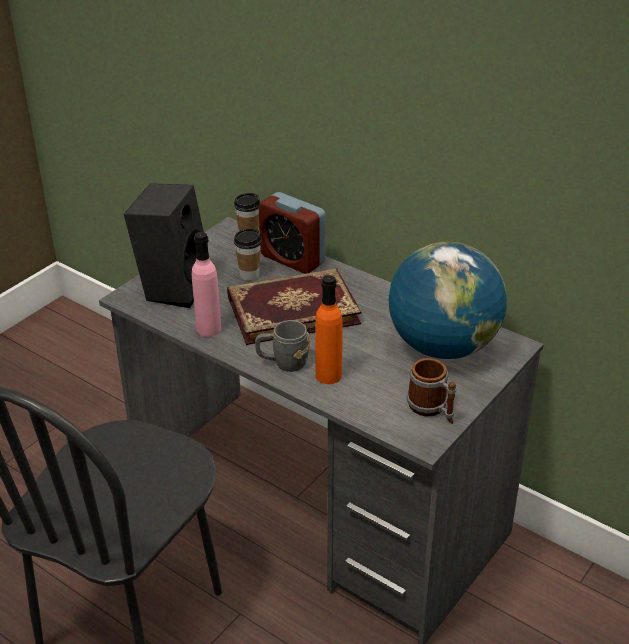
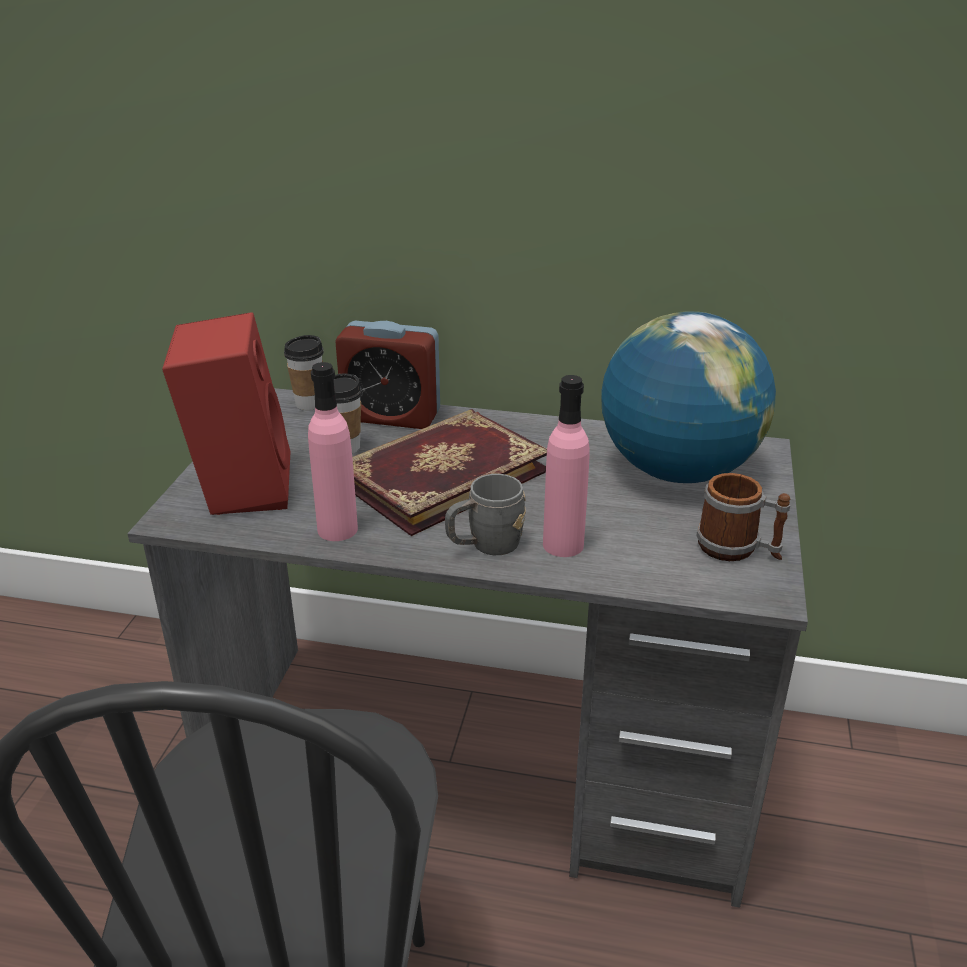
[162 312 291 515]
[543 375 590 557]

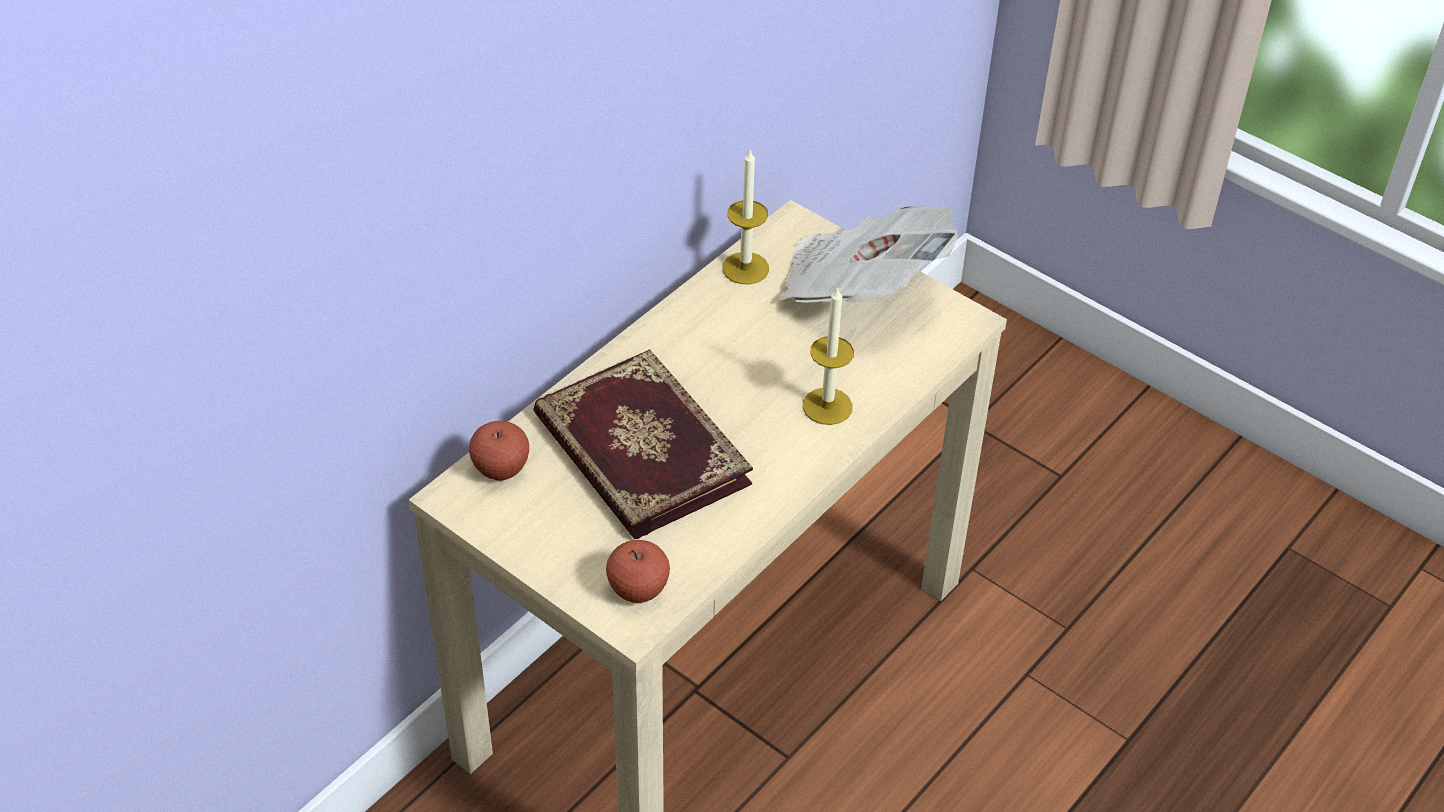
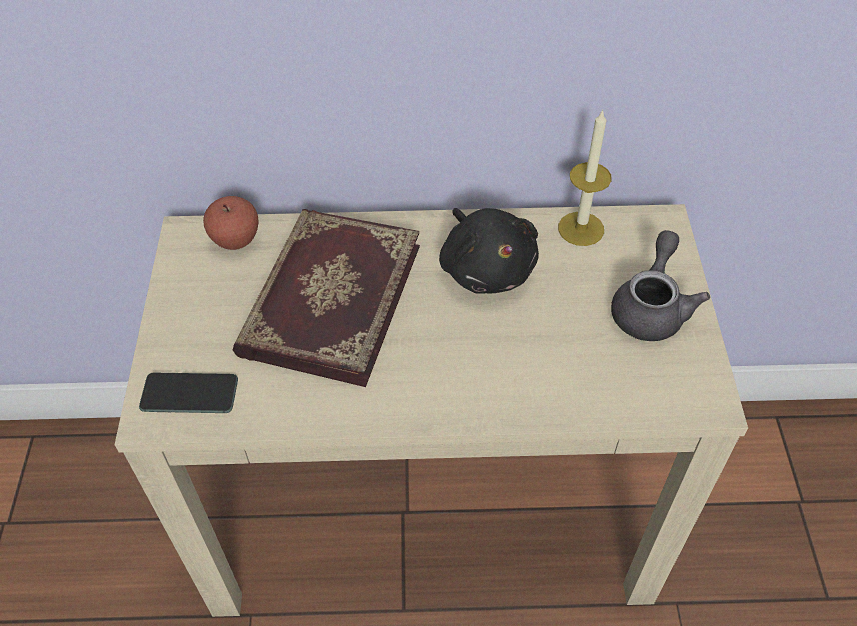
[139 373 238 413]
[611 230 710 341]
[802 286 854 425] (first image)
[439 208 539 294]

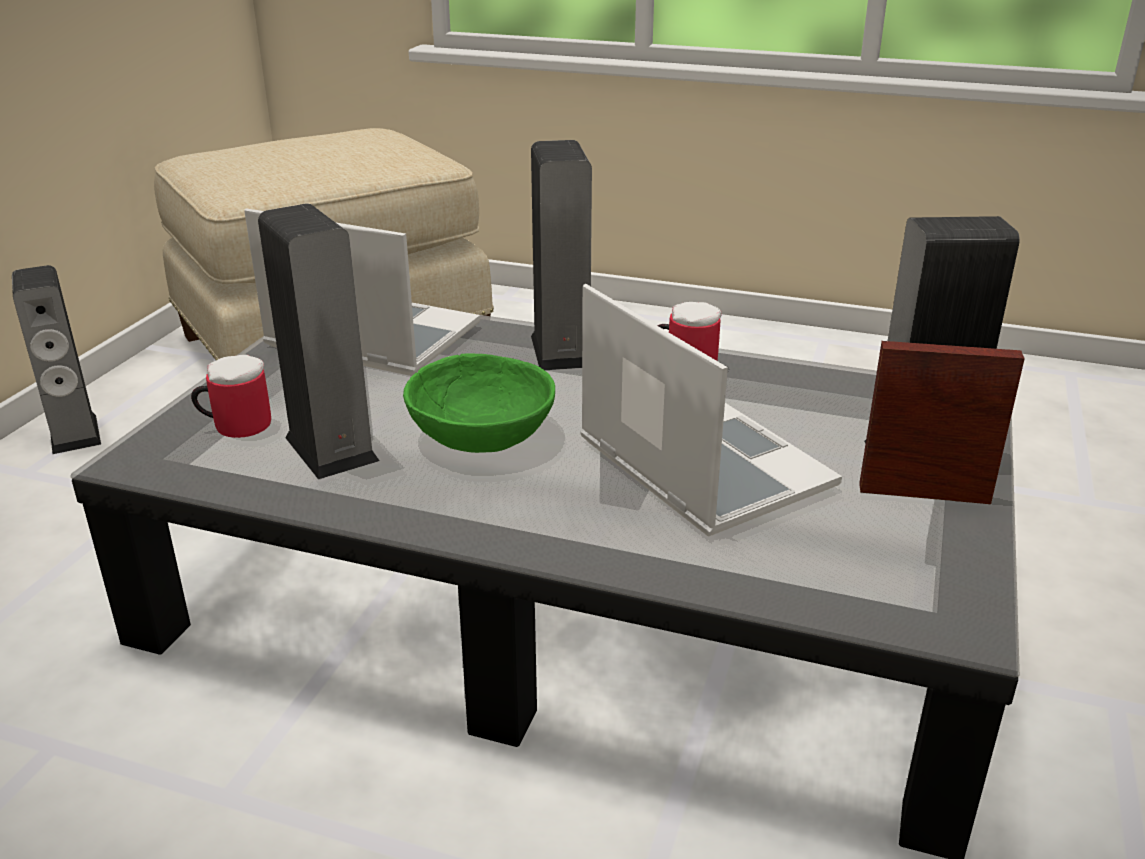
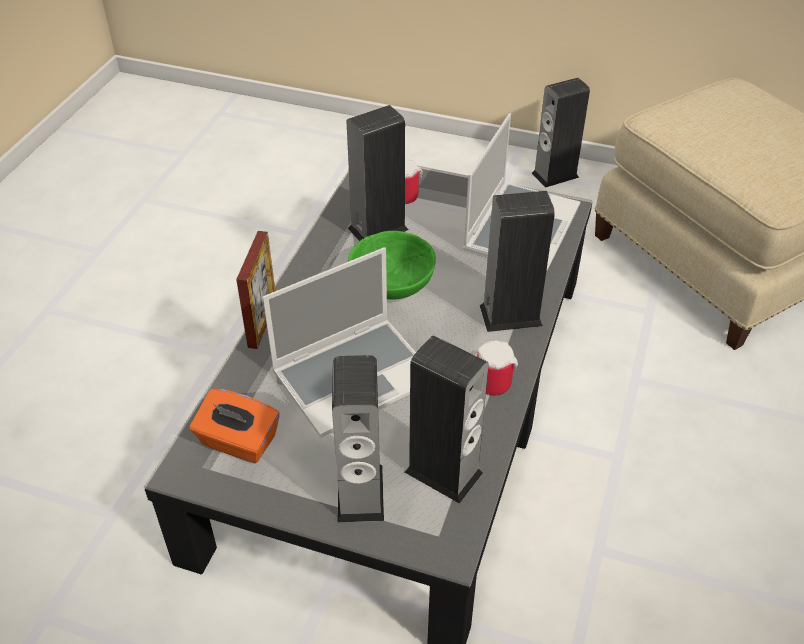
[236 231 275 349]
[190 389 280 463]
[405 335 489 504]

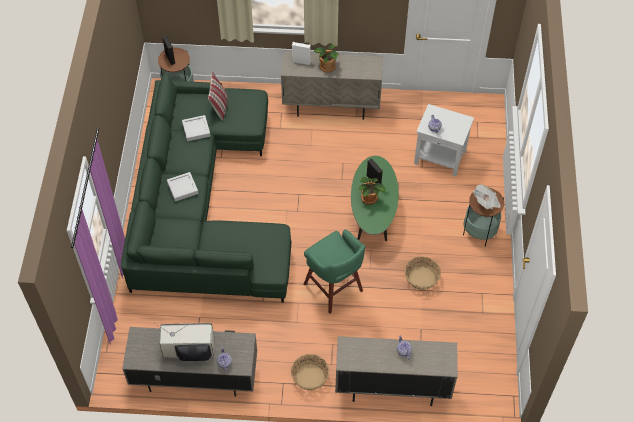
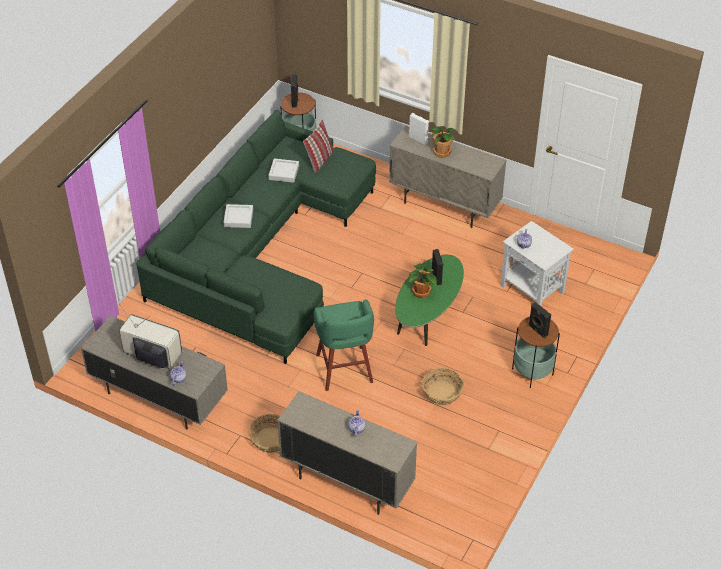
[528 302 551 338]

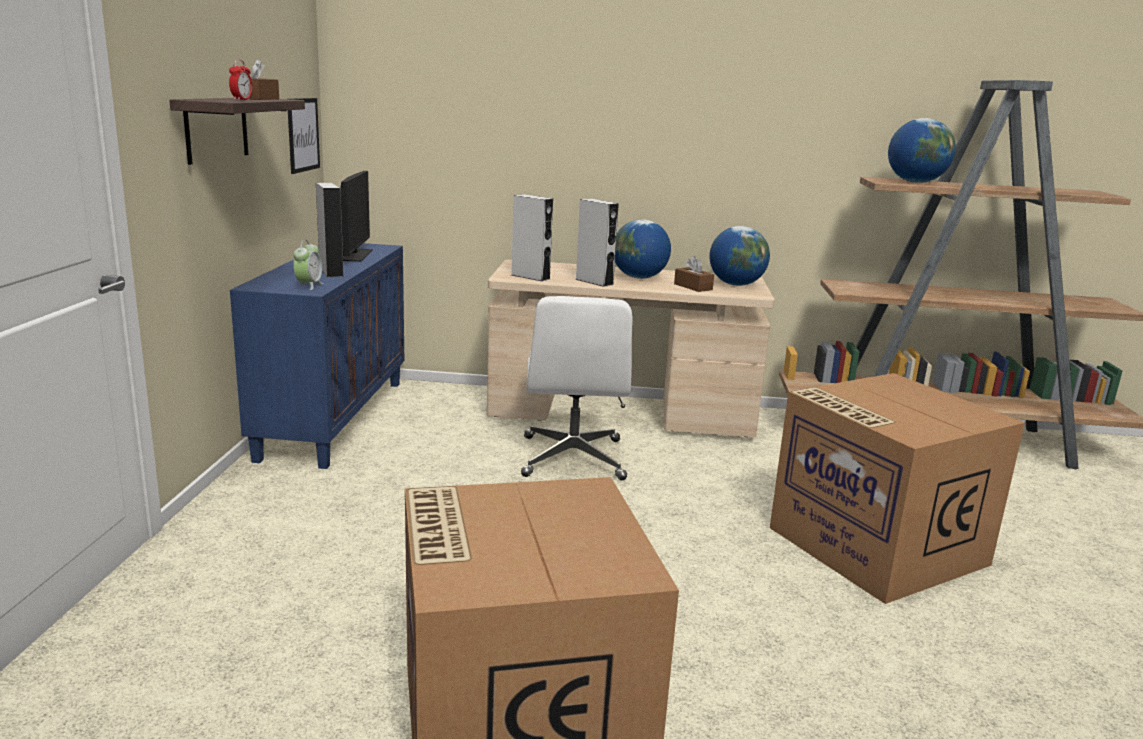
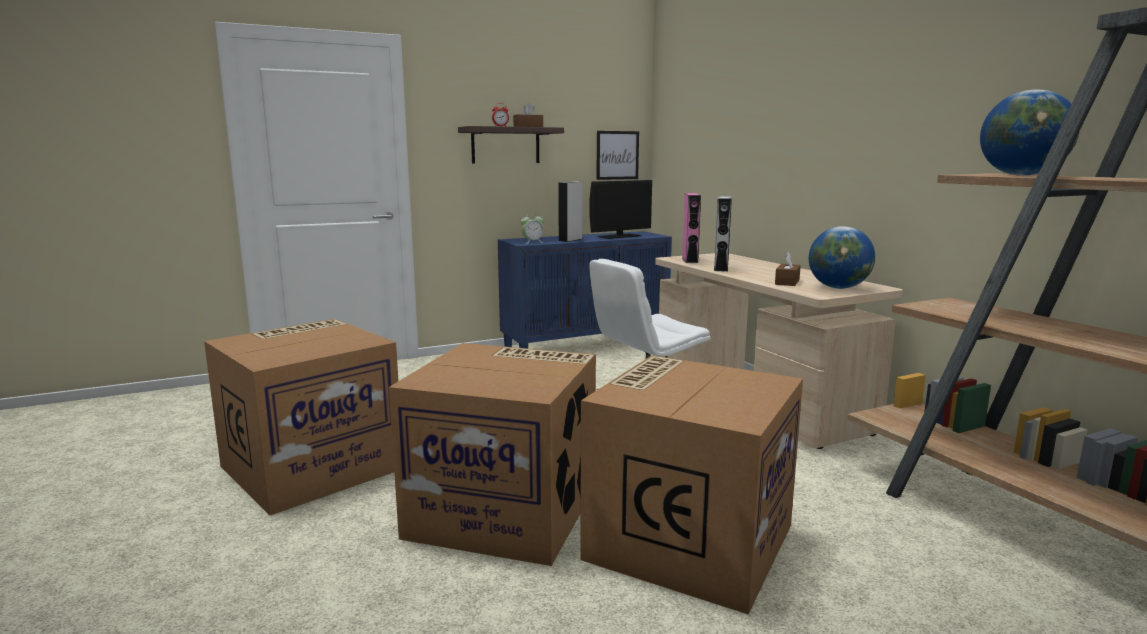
[682 193 701 263]
[615 219 671 279] (first image)
[389 343 596 566]

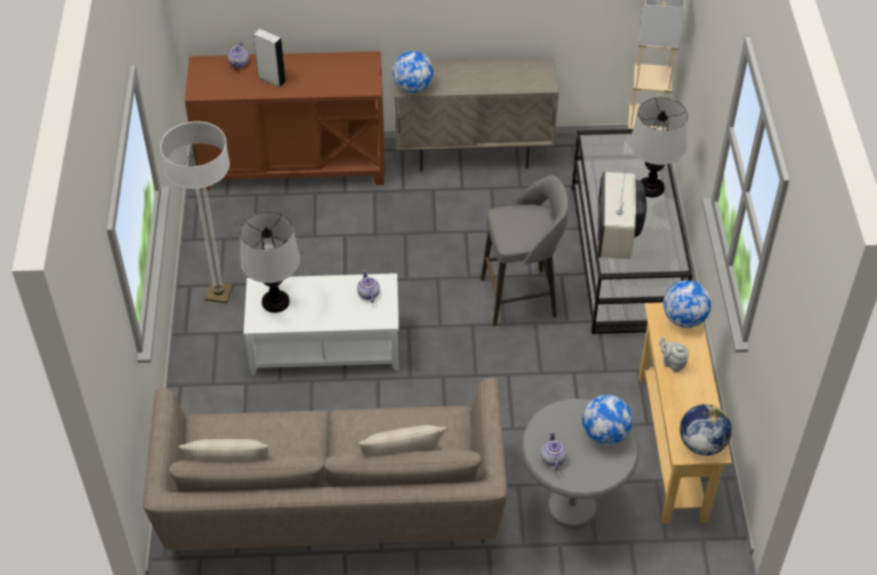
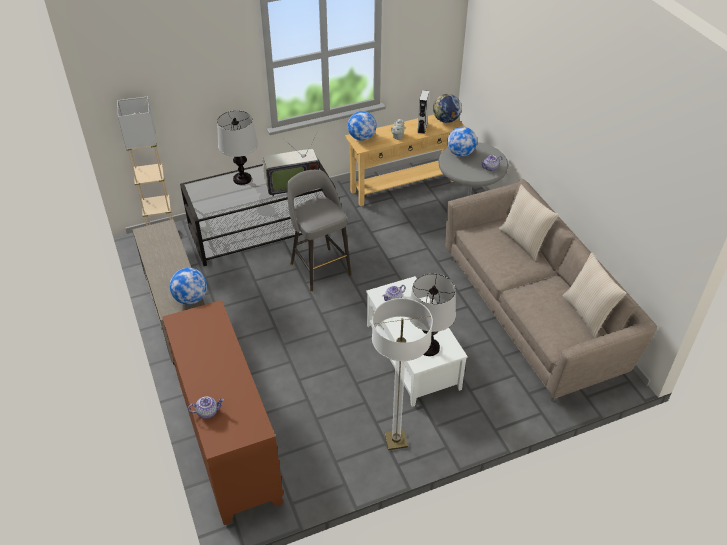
[417 90 429 134]

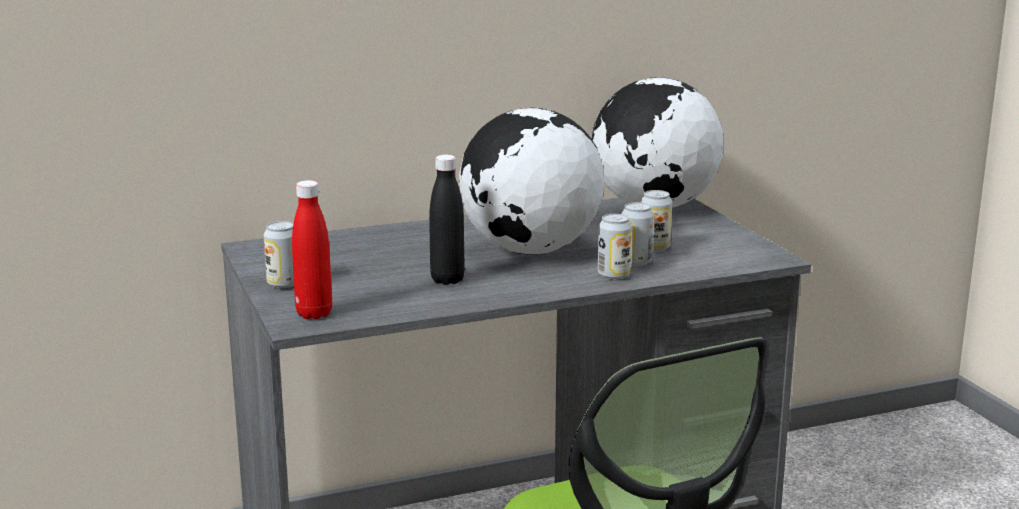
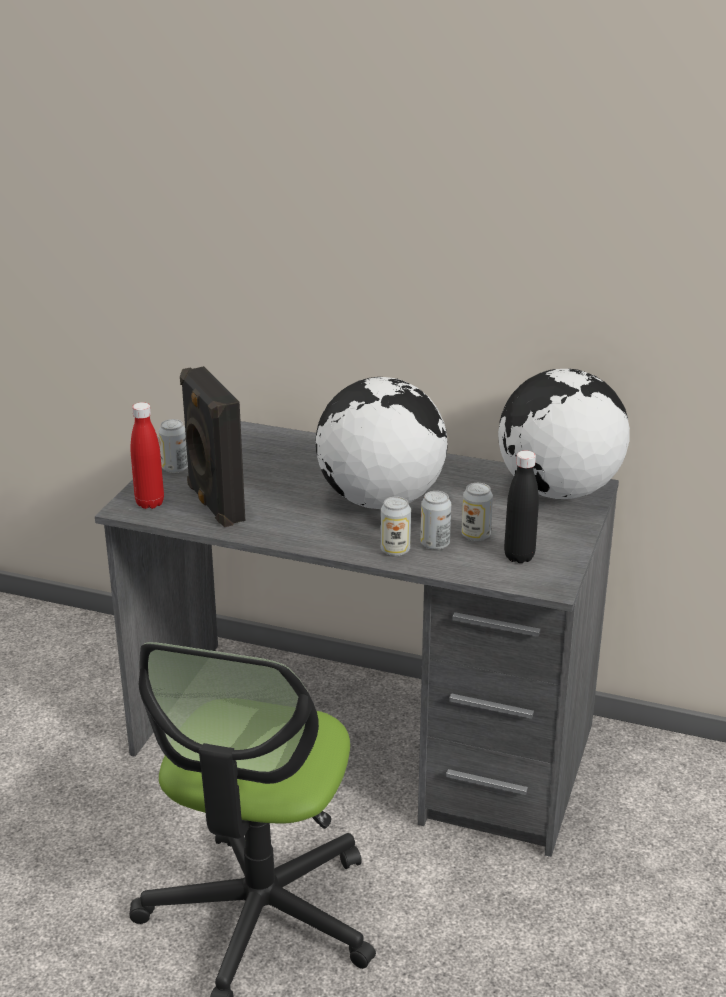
[504 450 539 563]
[180 366 245 527]

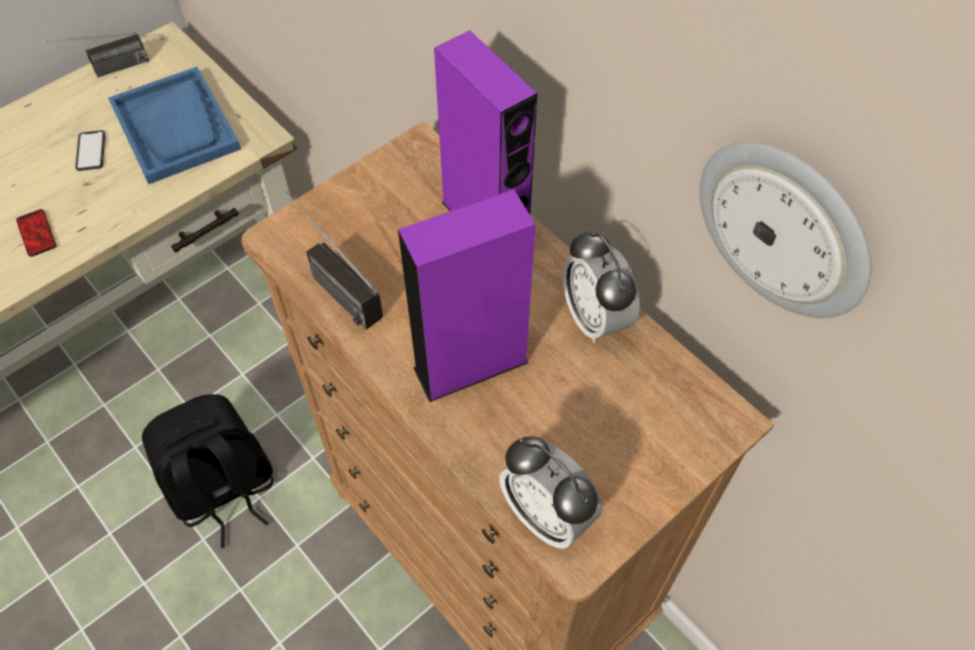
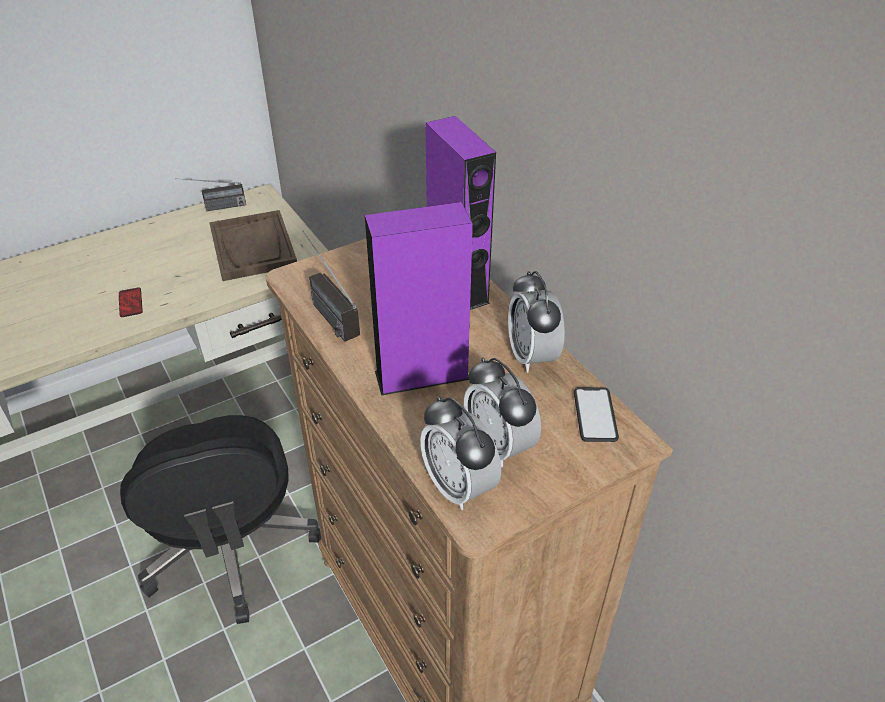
[574 387 619 442]
[209 210 297 281]
[120 415 321 624]
[700 142 871 318] (first image)
[464 357 541 468]

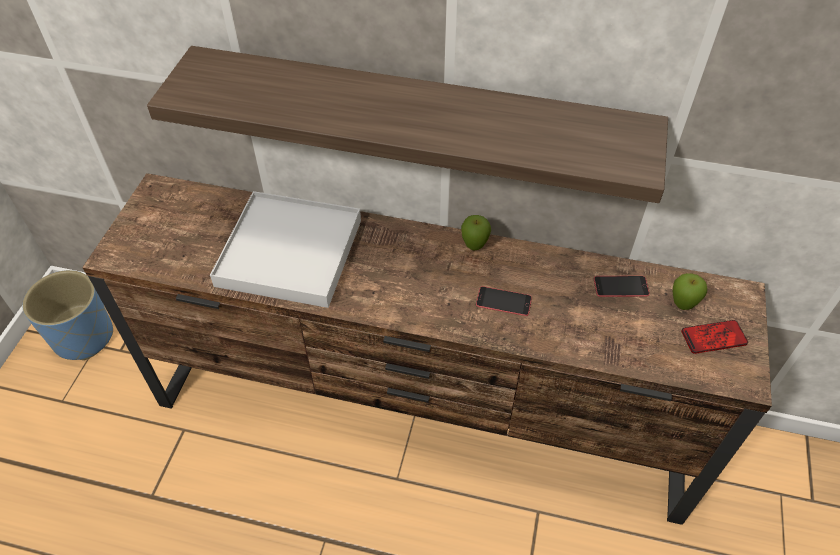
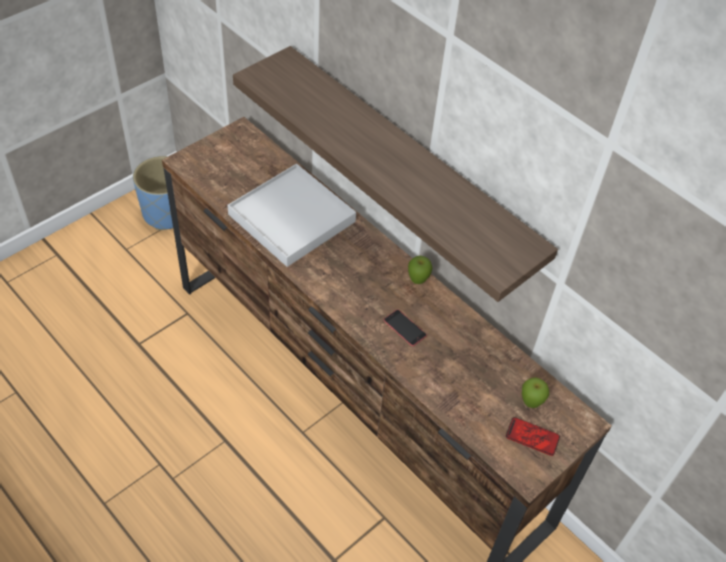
[594 276 650 297] (first image)

